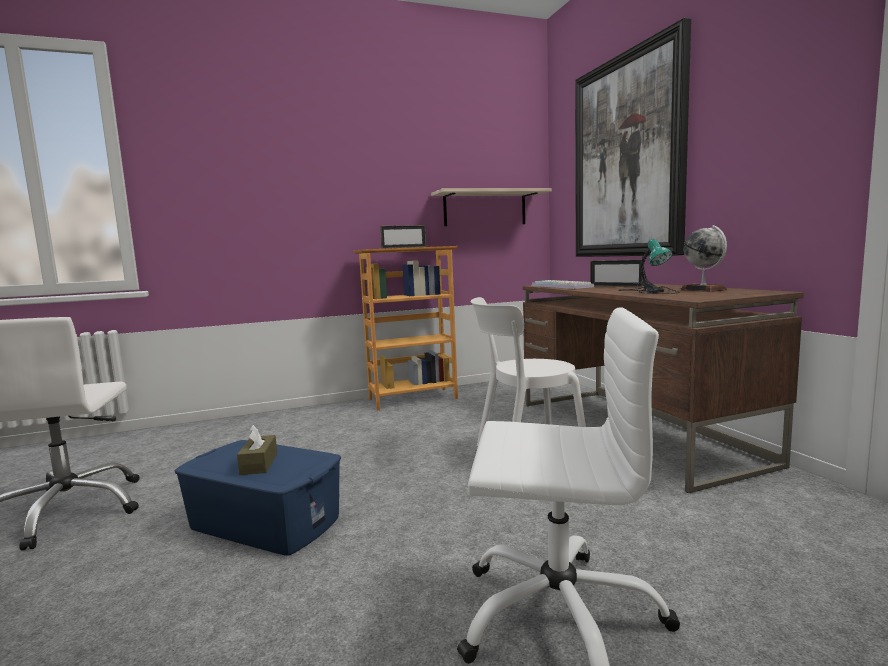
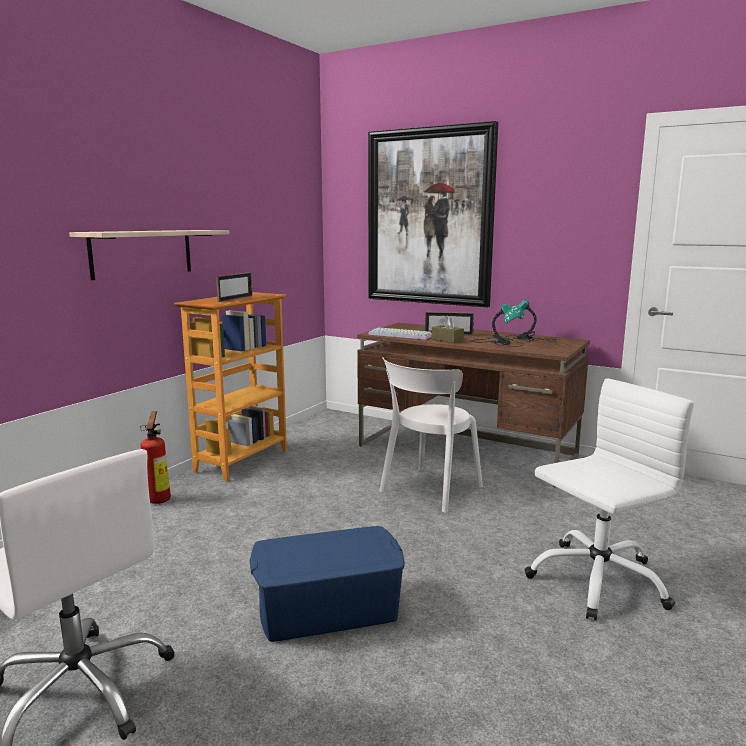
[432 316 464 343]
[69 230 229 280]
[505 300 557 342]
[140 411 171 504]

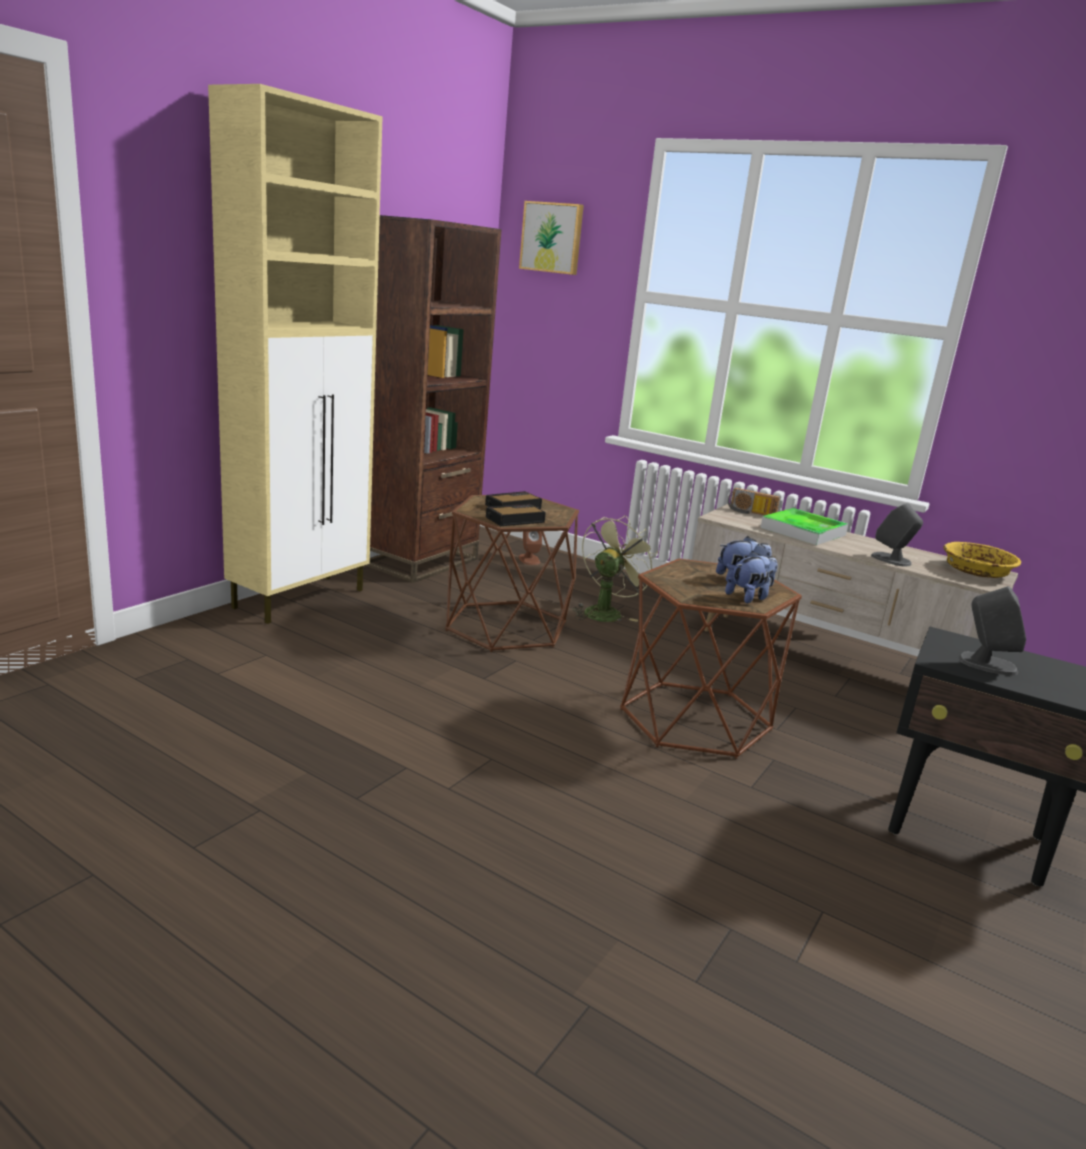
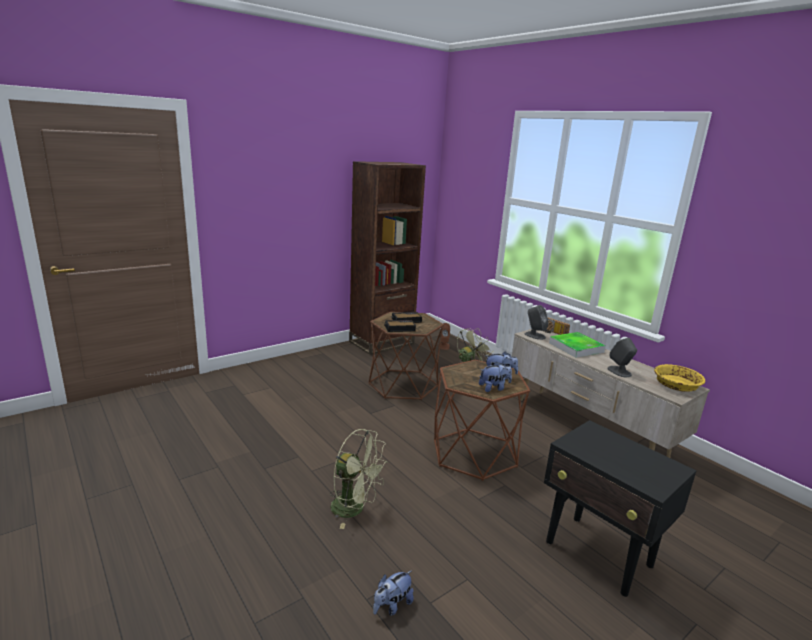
[208 84 383 624] (first image)
[519 201 584 275] (first image)
[525 305 548 340]
[330 429 388 529]
[373 571 414 616]

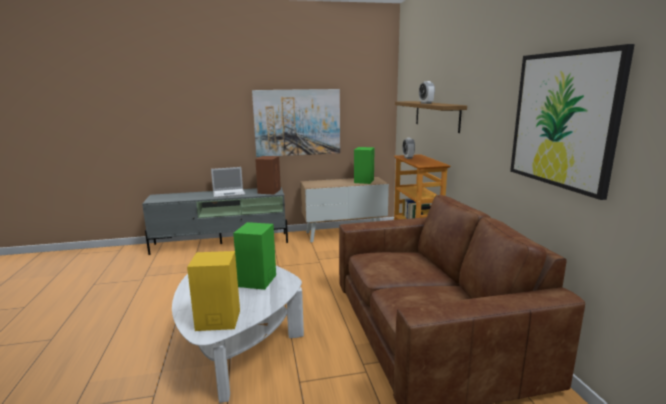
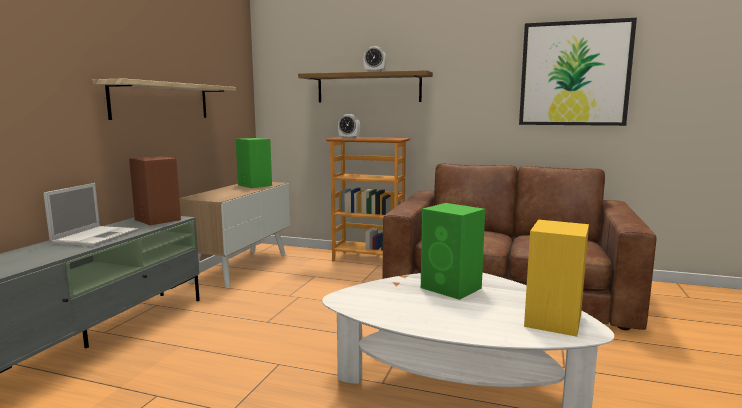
[92 79 236 120]

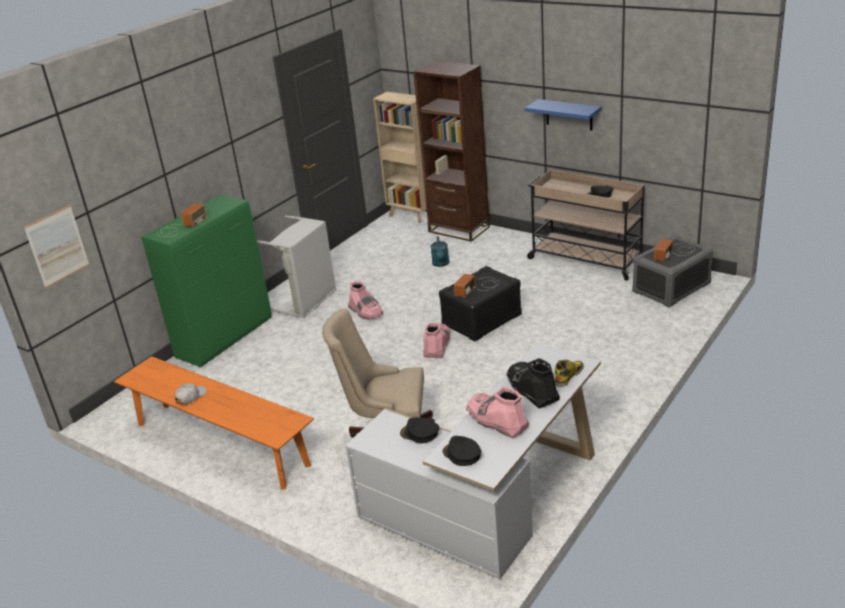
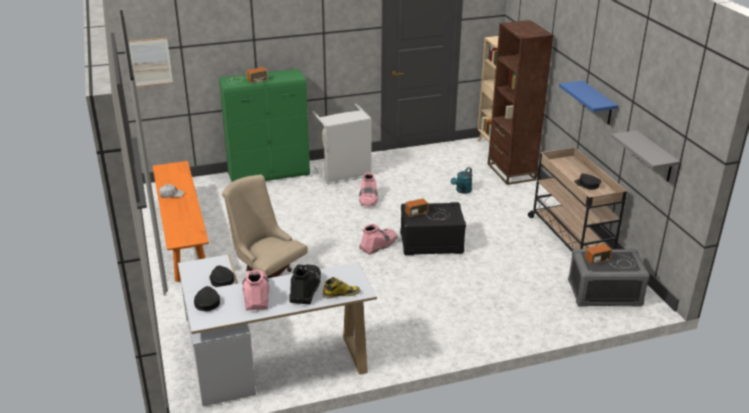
[611 130 680 182]

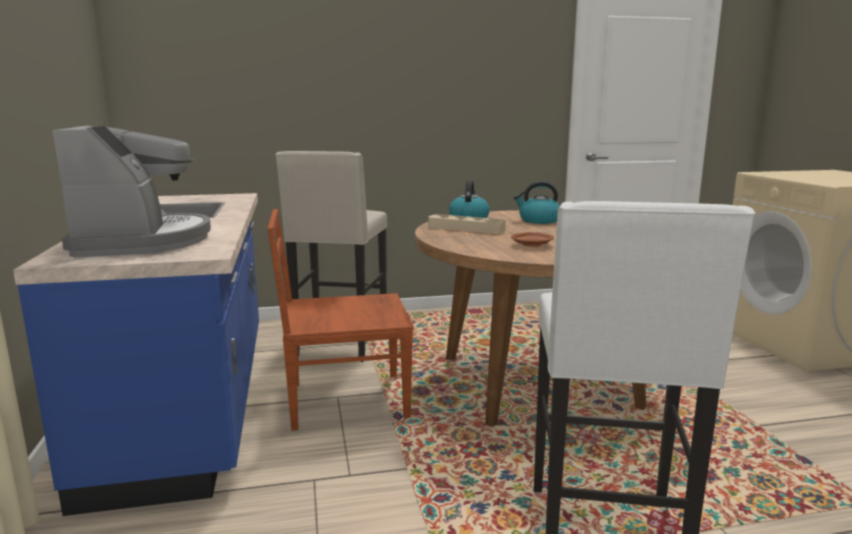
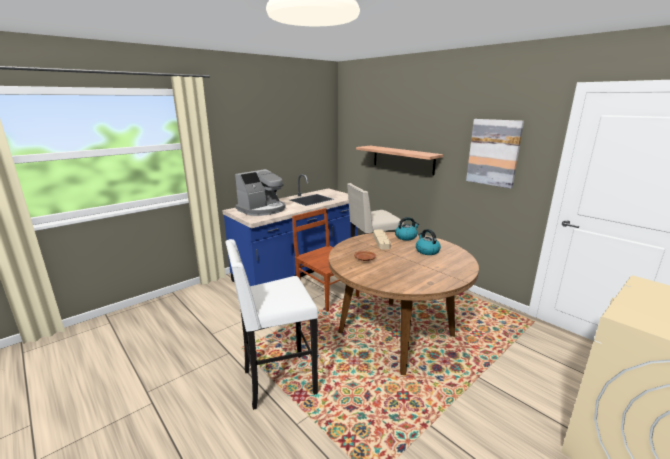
[356 146 444 175]
[466 119 524 189]

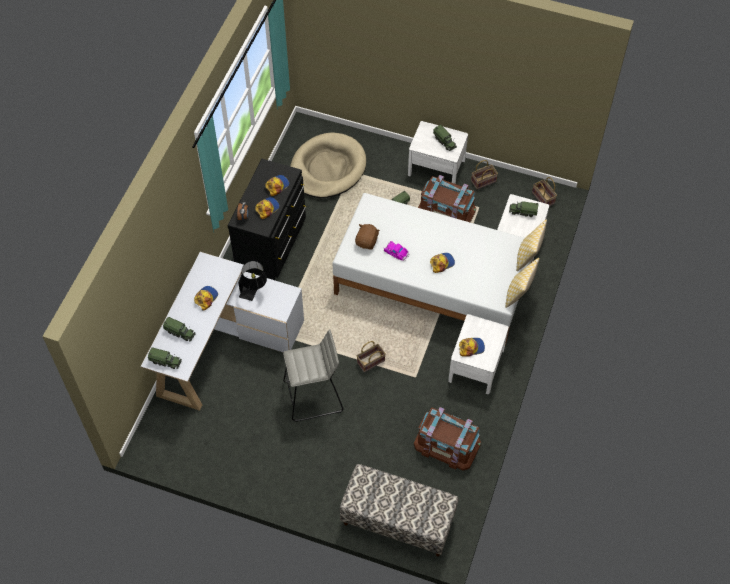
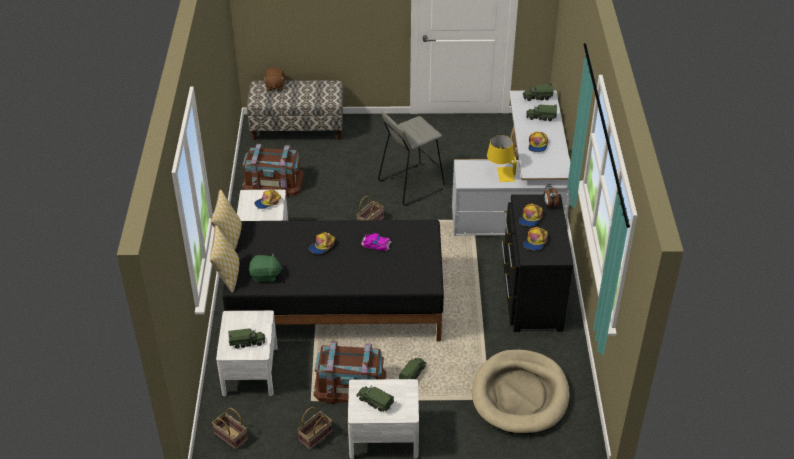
[487 135 517 182]
[222 220 444 341]
[263 67 285 91]
[249 253 283 283]

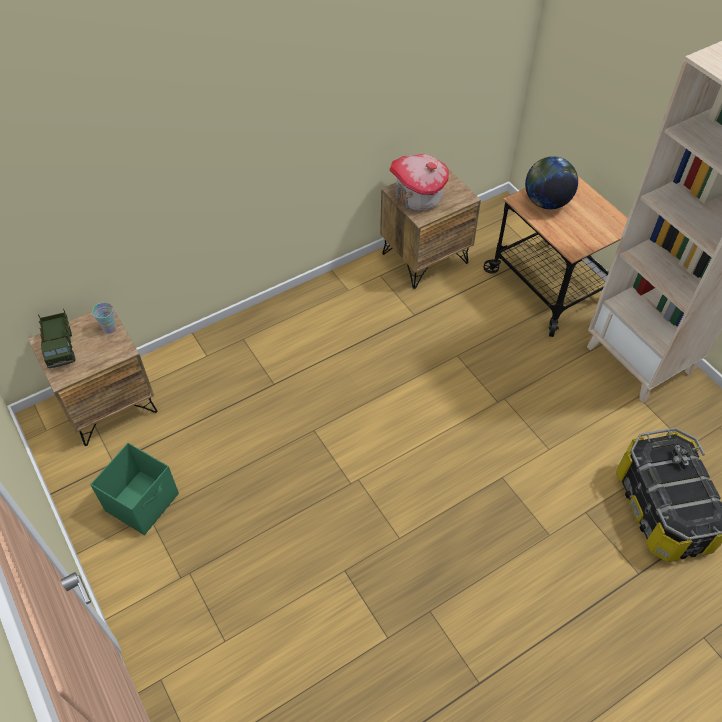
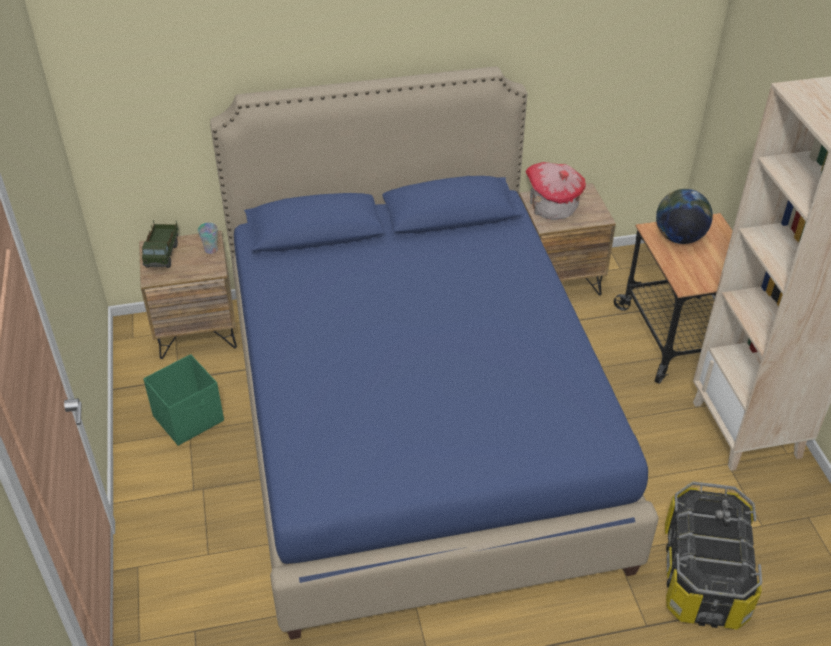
[210 66 658 640]

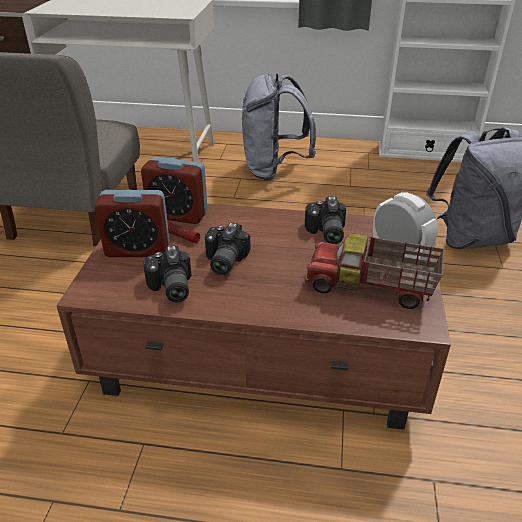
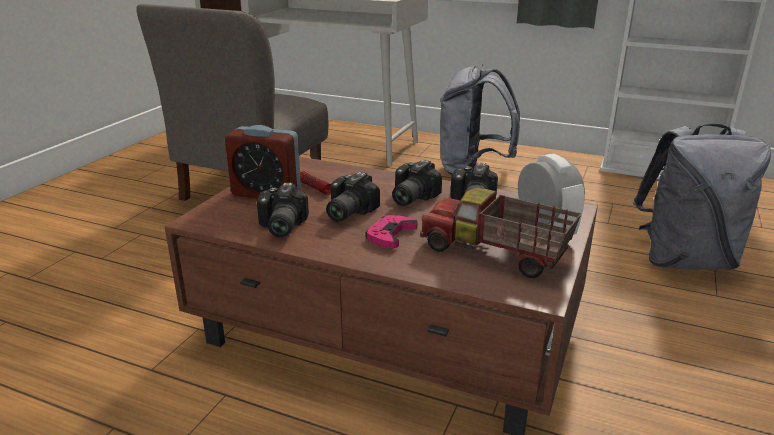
[141 157 208 224] (first image)
[365 215 418 248]
[392 160 442 206]

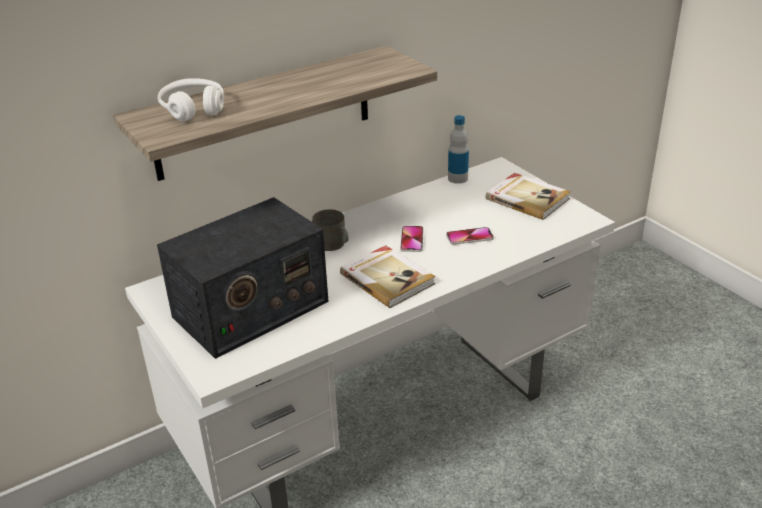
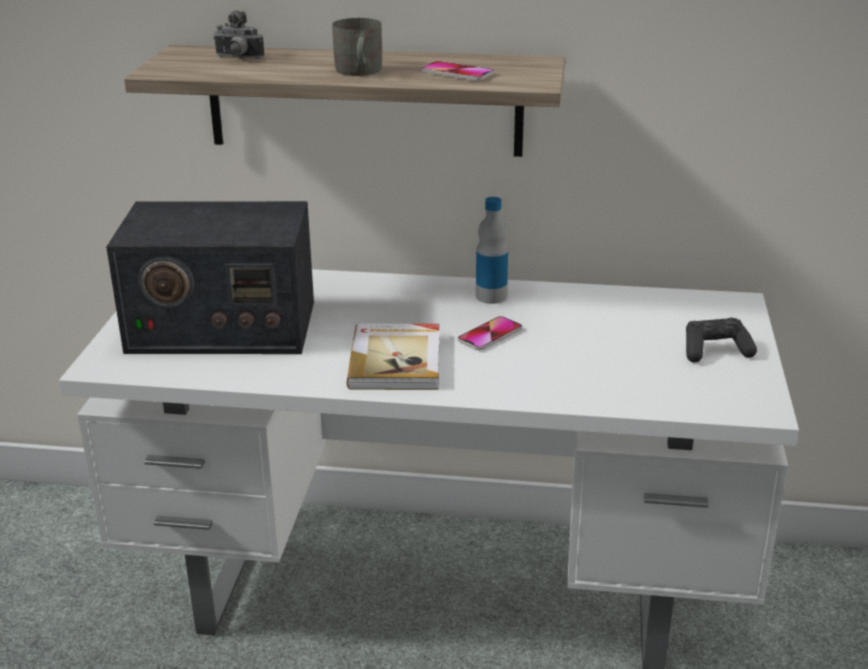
[213 10 265 59]
[332 18 382 76]
[421 61 495 81]
[476 197 508 304]
[686 317 757 363]

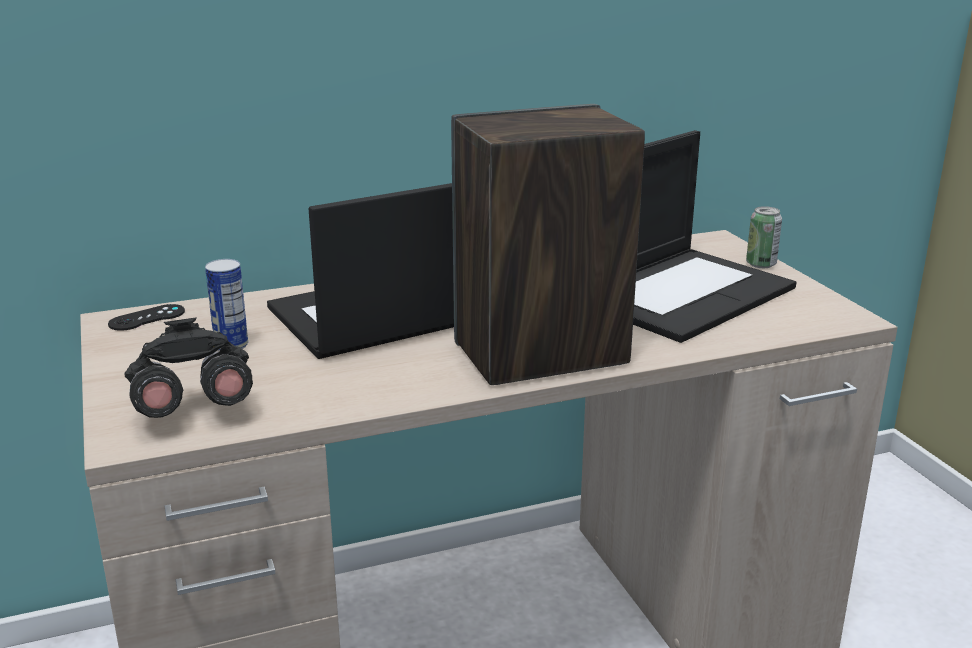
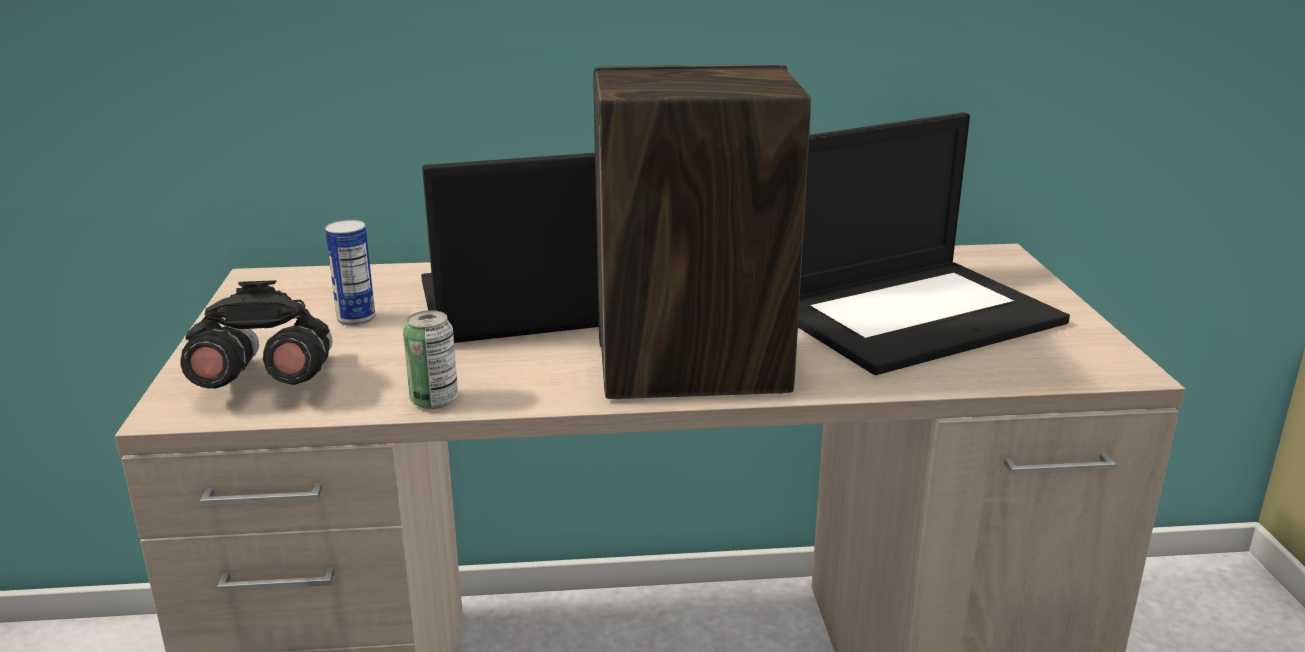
[108 304 185 331] (first image)
[403 310 458 409]

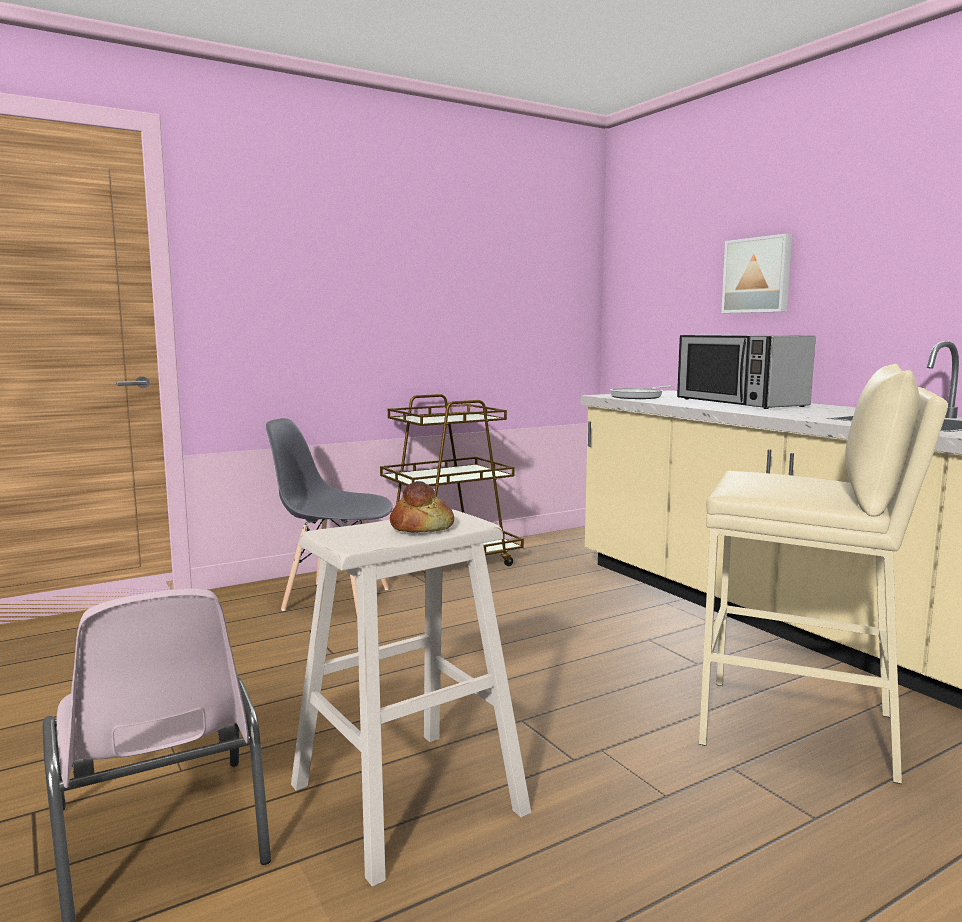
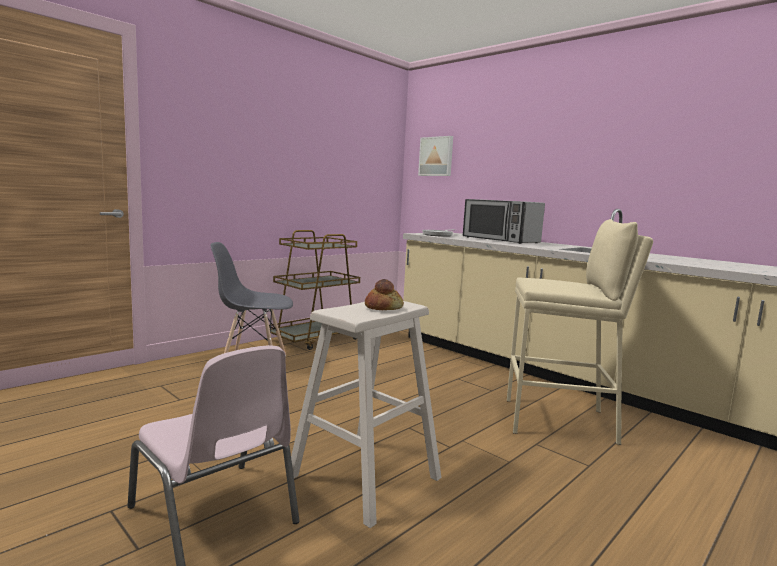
[418 136 453 176]

